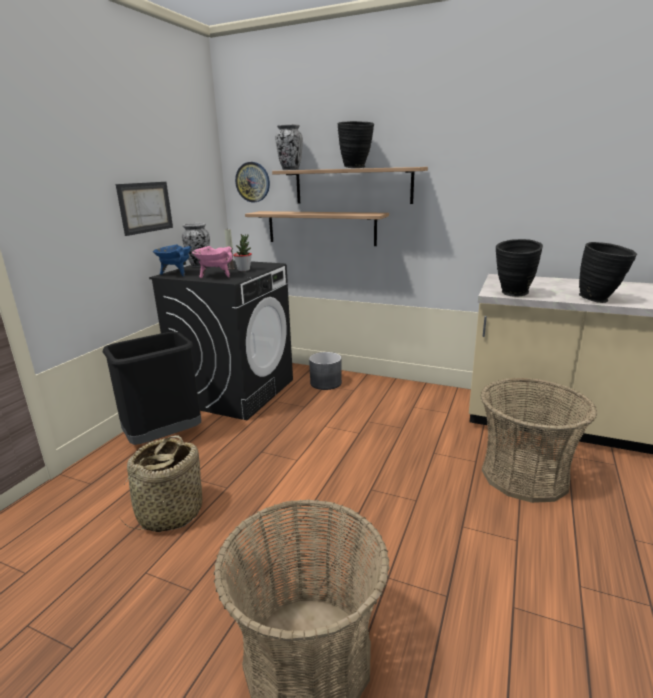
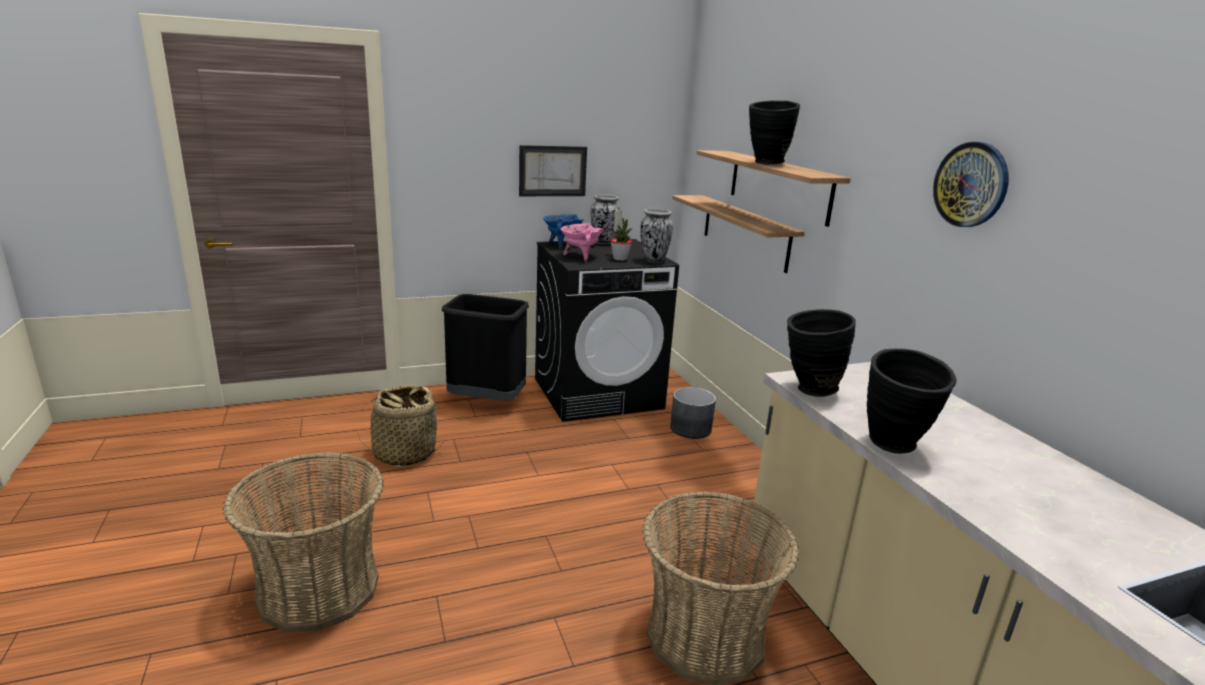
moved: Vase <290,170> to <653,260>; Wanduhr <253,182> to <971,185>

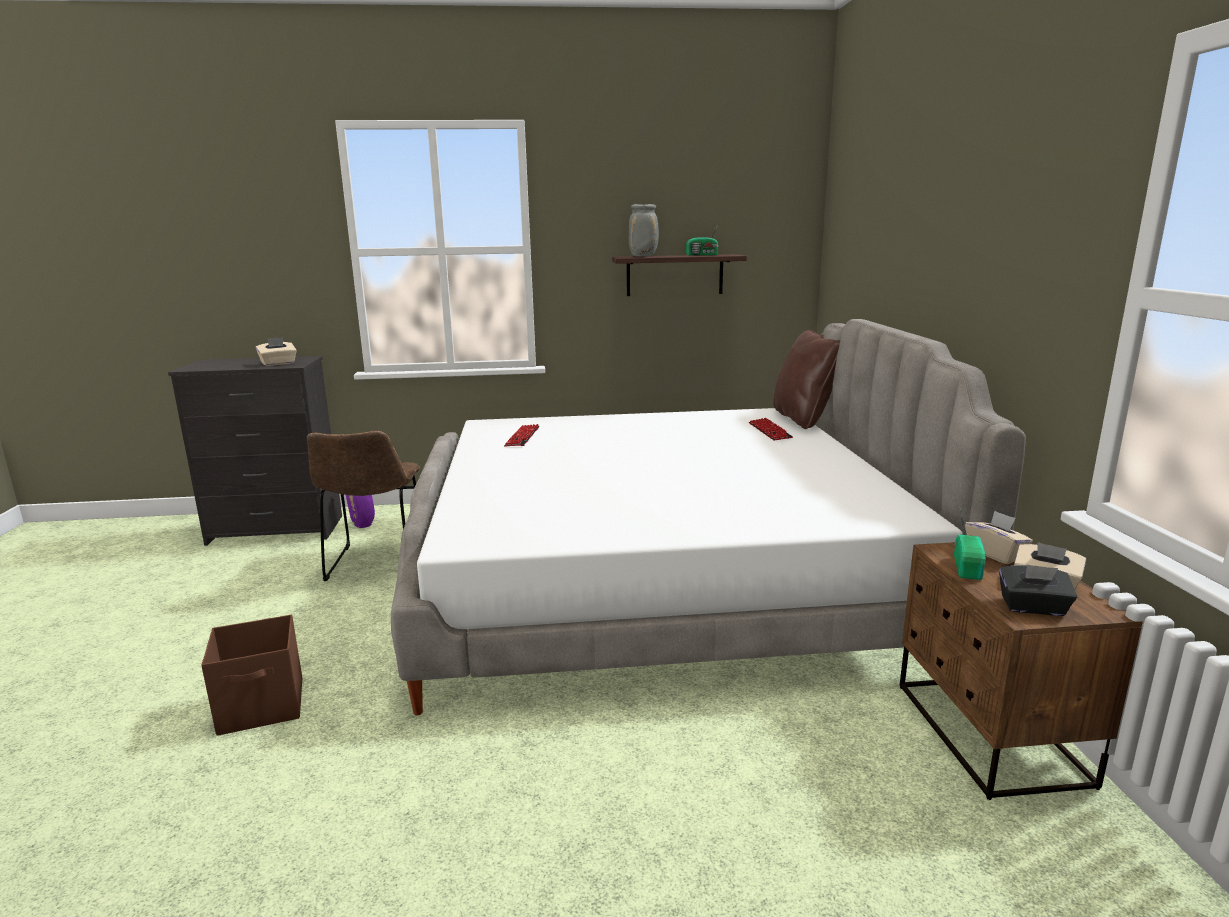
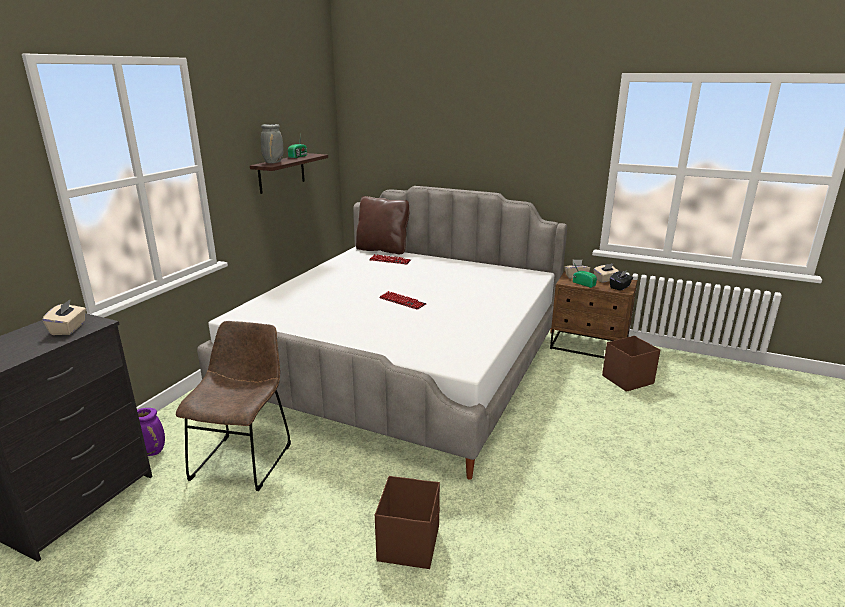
added: Aufbewahrungsbox/braun <626,380>
moved: Tastatur <522,437> to <402,301>
turned: Stuhl/braun <376,564> = <244,458> 105 degrees counterclockwise

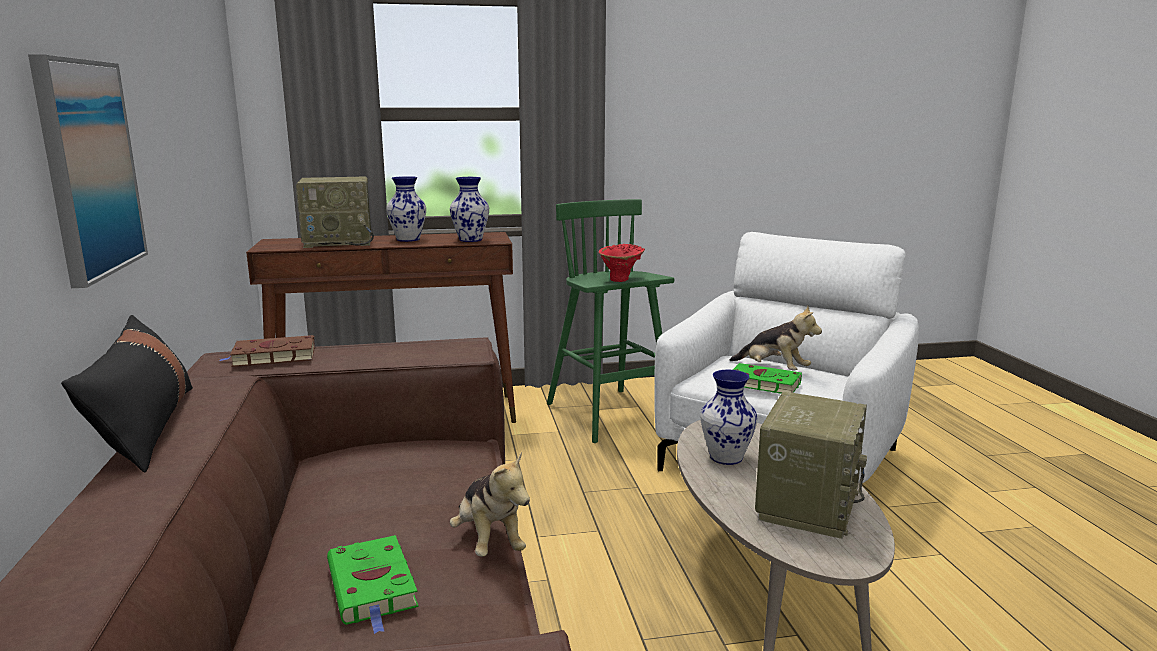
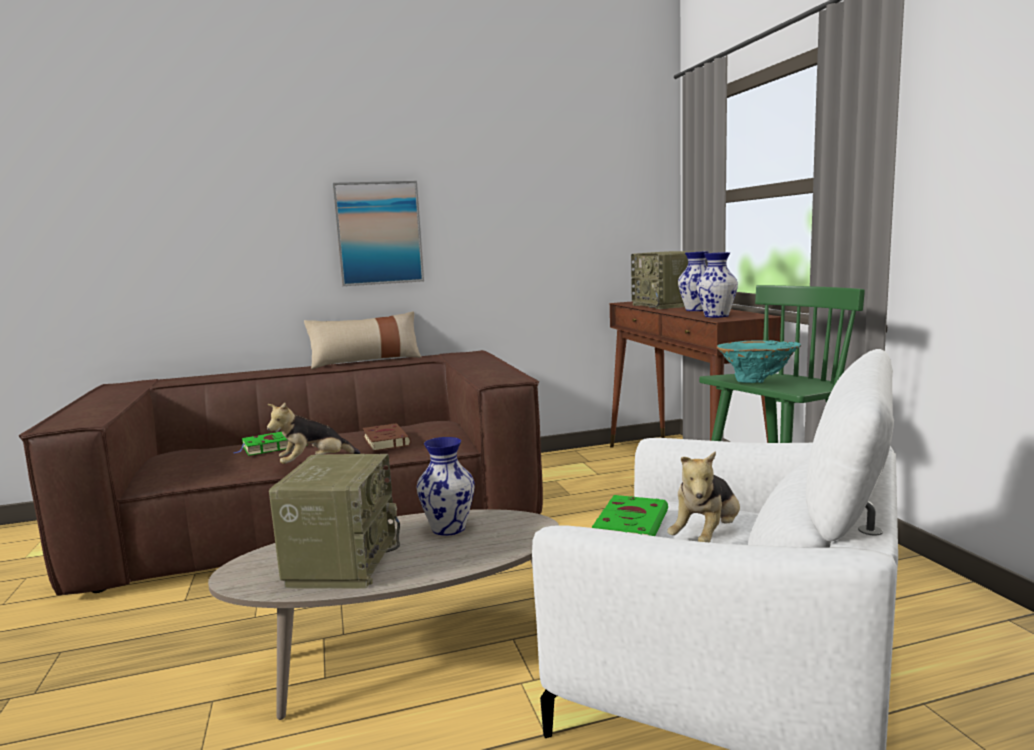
moved: Buch/braun <271,357> to <385,441>
recoloured: Vase/rot <622,279> to Vase/türkis <757,381>; Kissen/schwarz <144,427> to Kissen/beige <366,361>
turned: Radio <807,504> = <342,562> 105 degrees counterclockwise

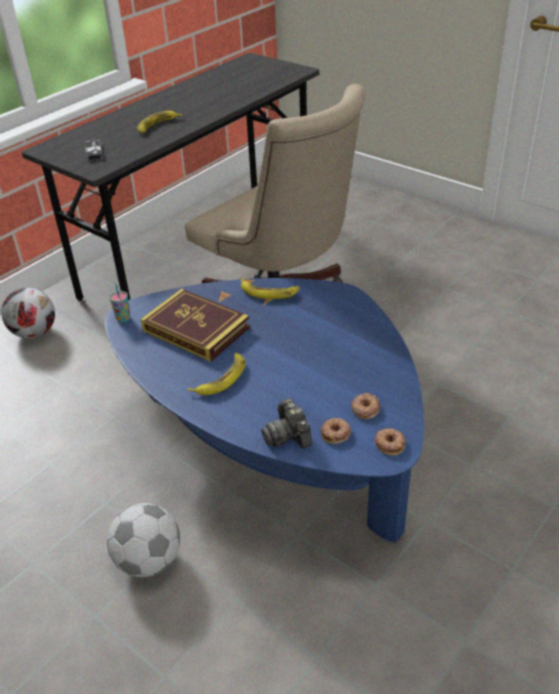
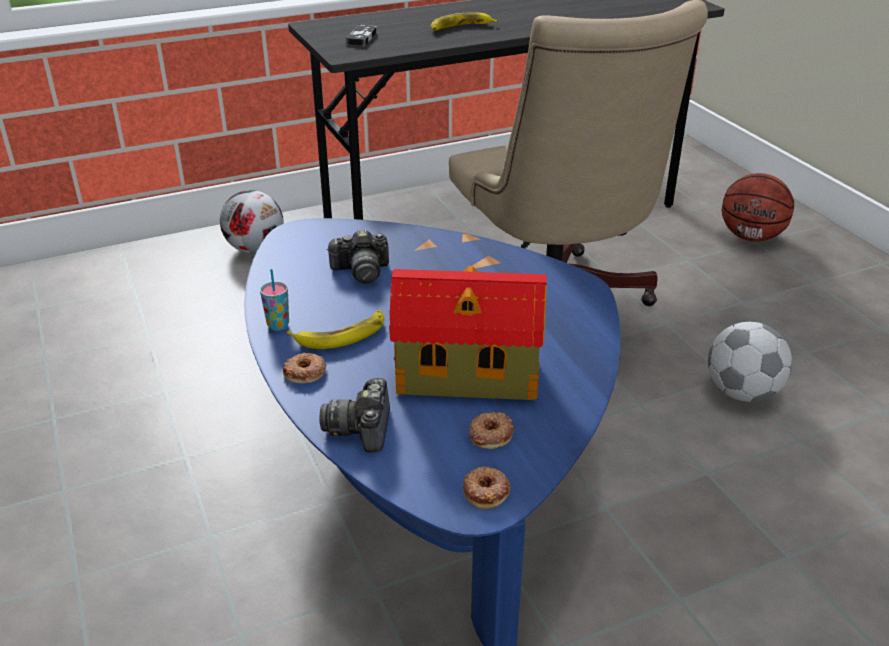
removed: Banane <269,292>
added: Basketball <751,237>; Spielzeughaus <471,377>
moved: Tasse <123,319> to <278,325>; Donut <336,433> to <305,372>; Fußball <149,560> to <742,392>
replaced: Buch <196,329> to Kamera <361,271>

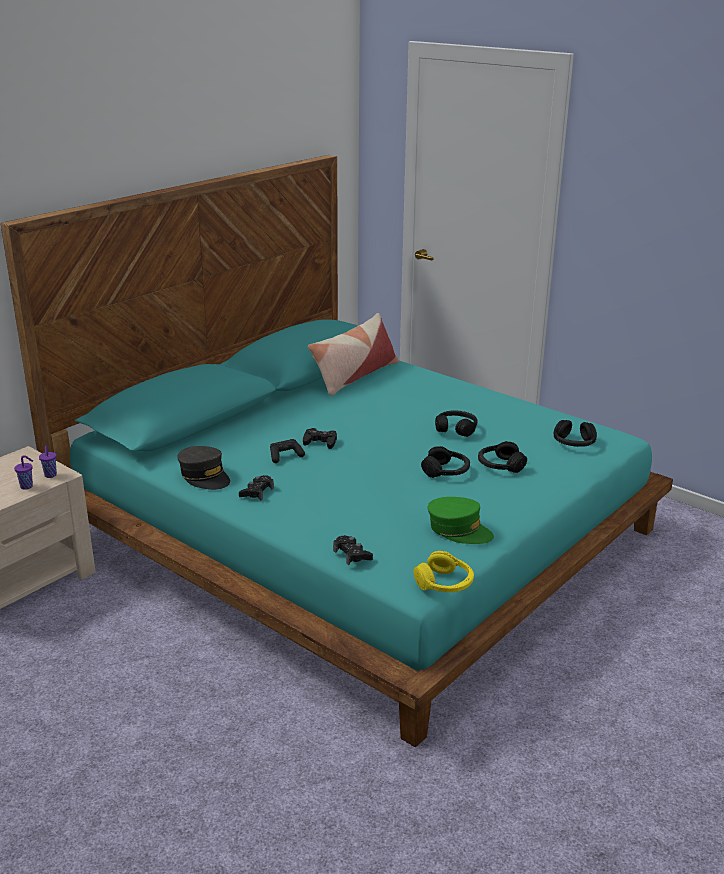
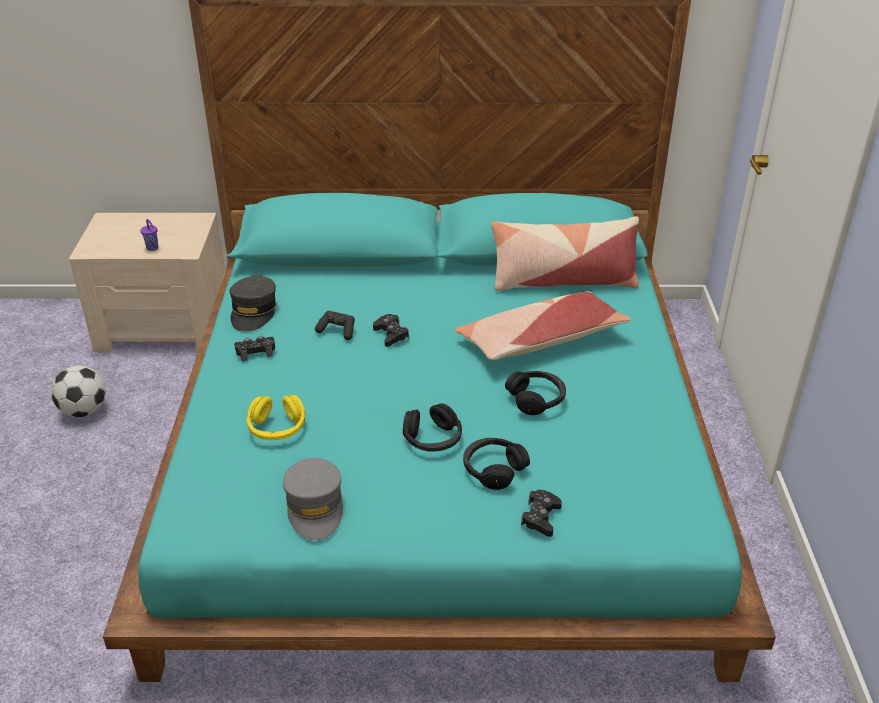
removed: Kopfhörer/schwarz <573,443>; Tasse/lila <50,475>
added: Kissen <541,340>; Fußball <84,410>
moved: Gamepad/schwarz <352,554> to <541,517>; Kopfhörer/gelb <445,584> to <277,428>
recoloured: Kappe/grün <459,530> to Kappe/grau <315,507>

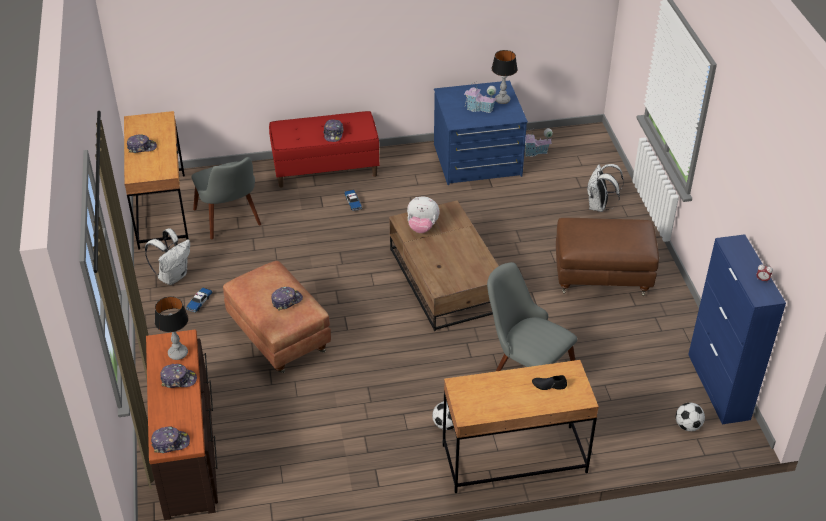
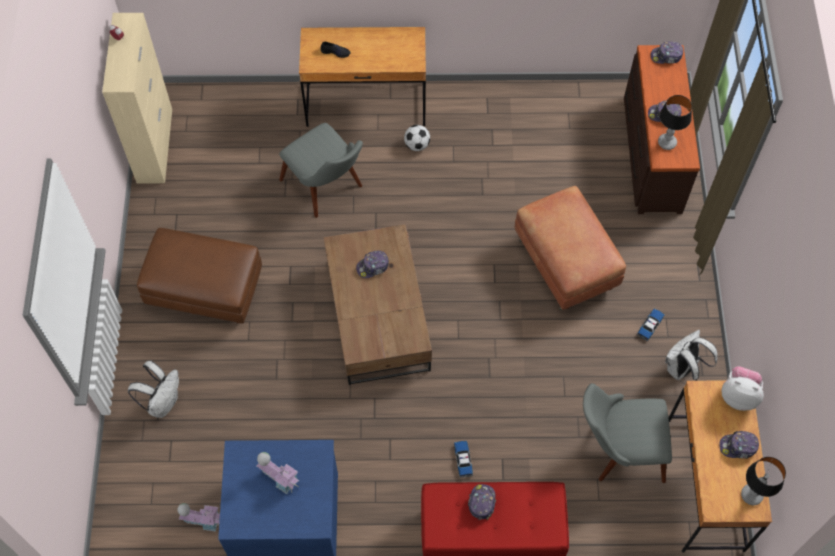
removed: Fußball <688,426>
moved: Tischlampe <502,100> to <752,495>; Plüschtier <422,227> to <738,395>; Kappe <286,301> to <373,267>
recoloured: Schrank/blau <718,387> to Schrank/beige <155,145>
turned: Stuhl/grau <231,222> = <617,449> 75 degrees counterclockwise

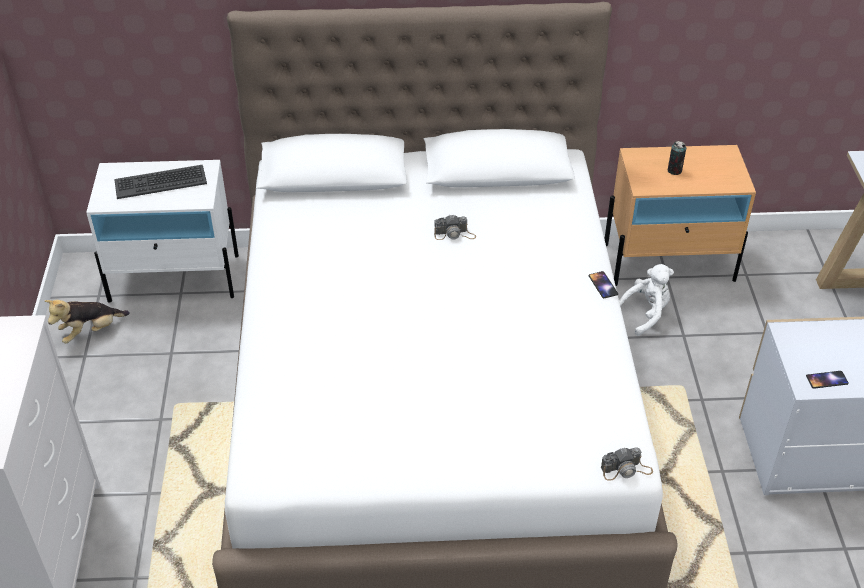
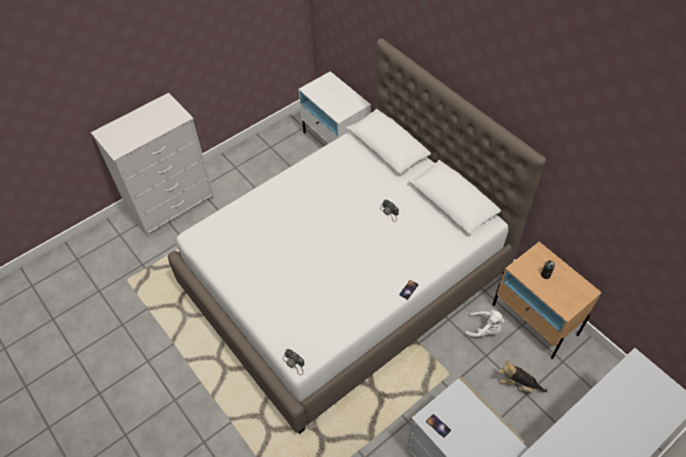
removed: Tastatur <160,182>
moved: Plüschtier <90,331> to <518,384>

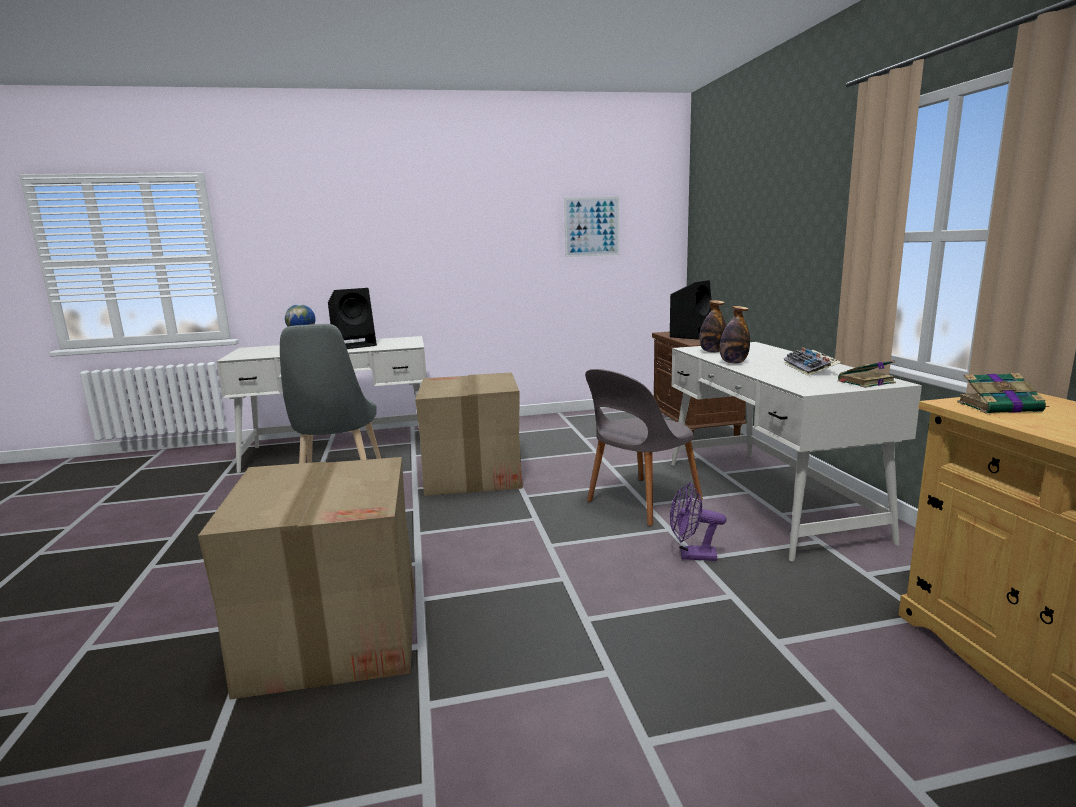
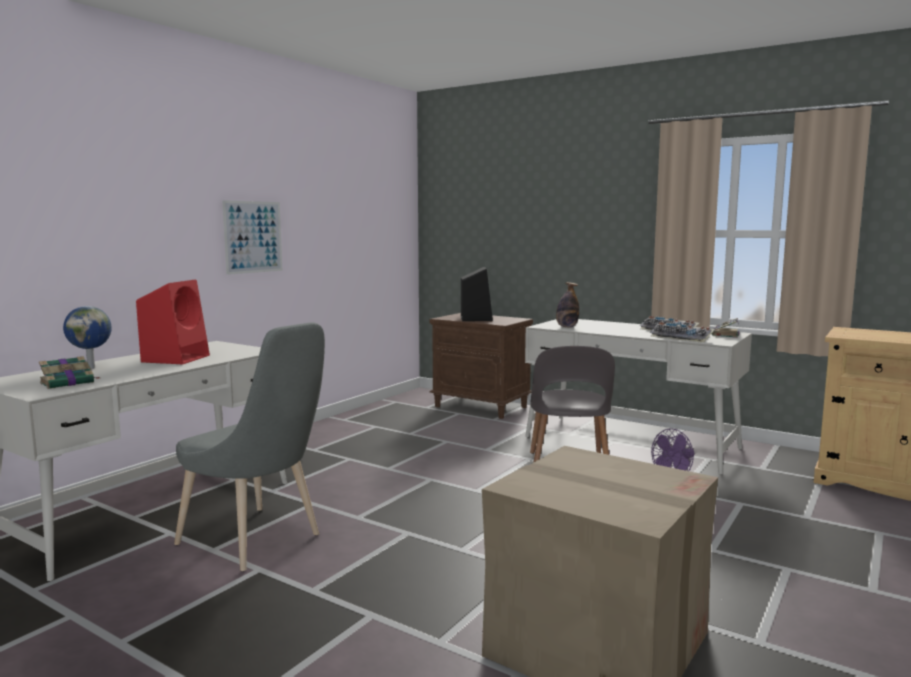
removed: Flasche <733,362>; Karton <473,474>
added: Tastatur <682,338>
moved: Bild <592,227> to <253,237>; Buch <1001,407> to <68,382>
recoloured: Lautsprecher/schwarz <355,345> to Lautsprecher/rot <176,358>

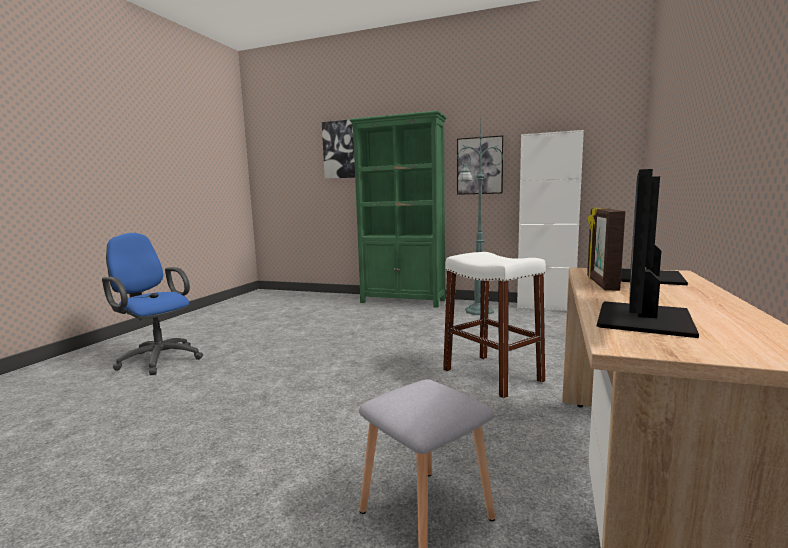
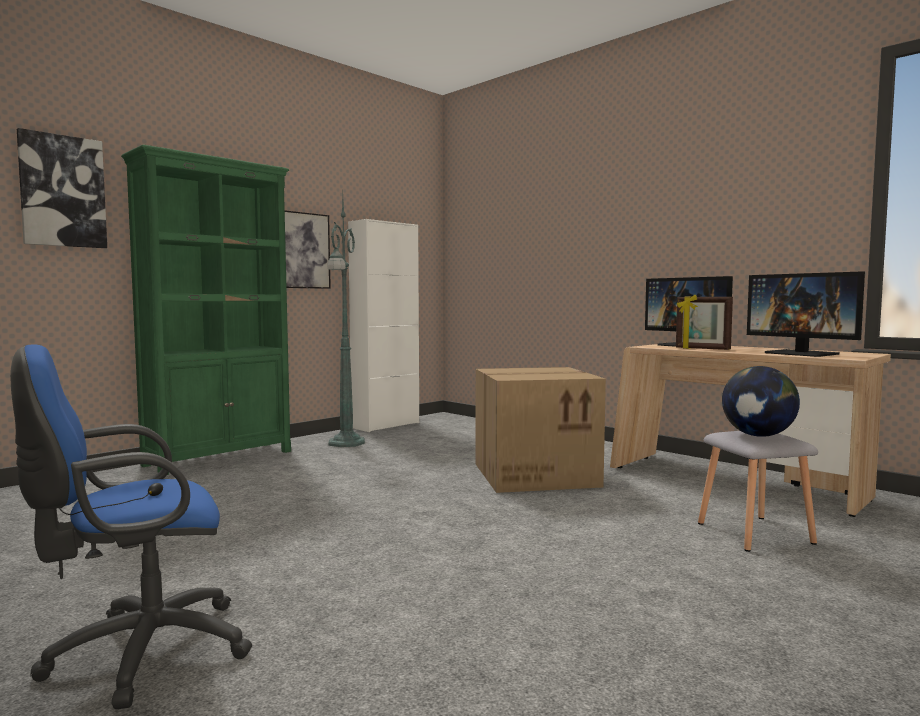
added: Globus <758,435>
replaced: Hocker/weiß <492,375> to Karton <536,474>

